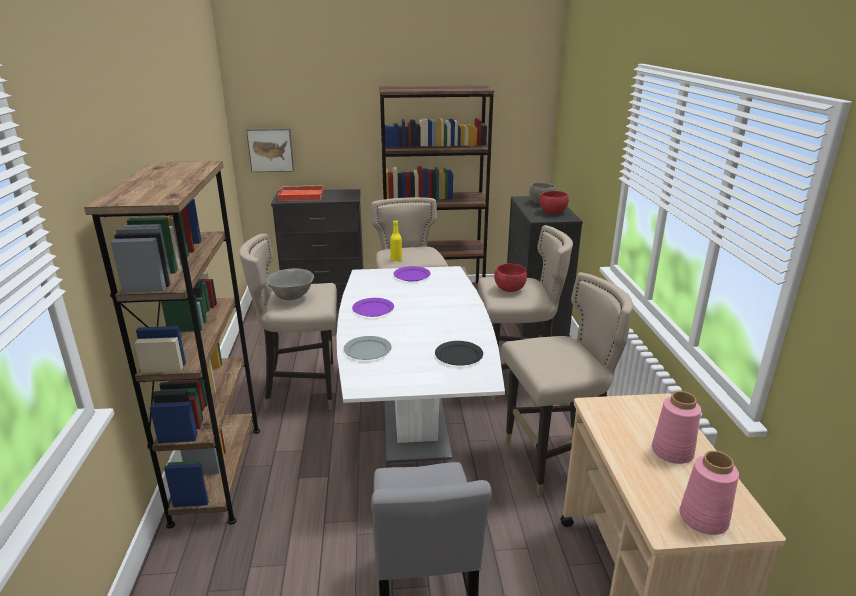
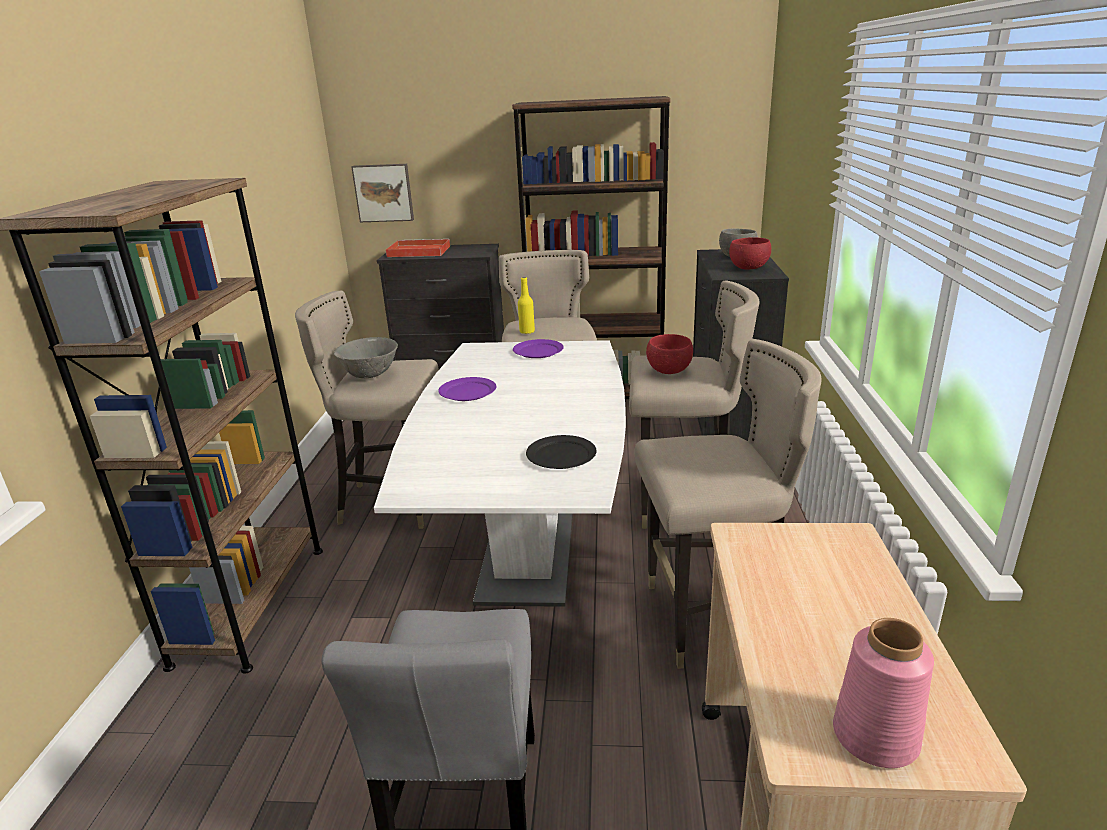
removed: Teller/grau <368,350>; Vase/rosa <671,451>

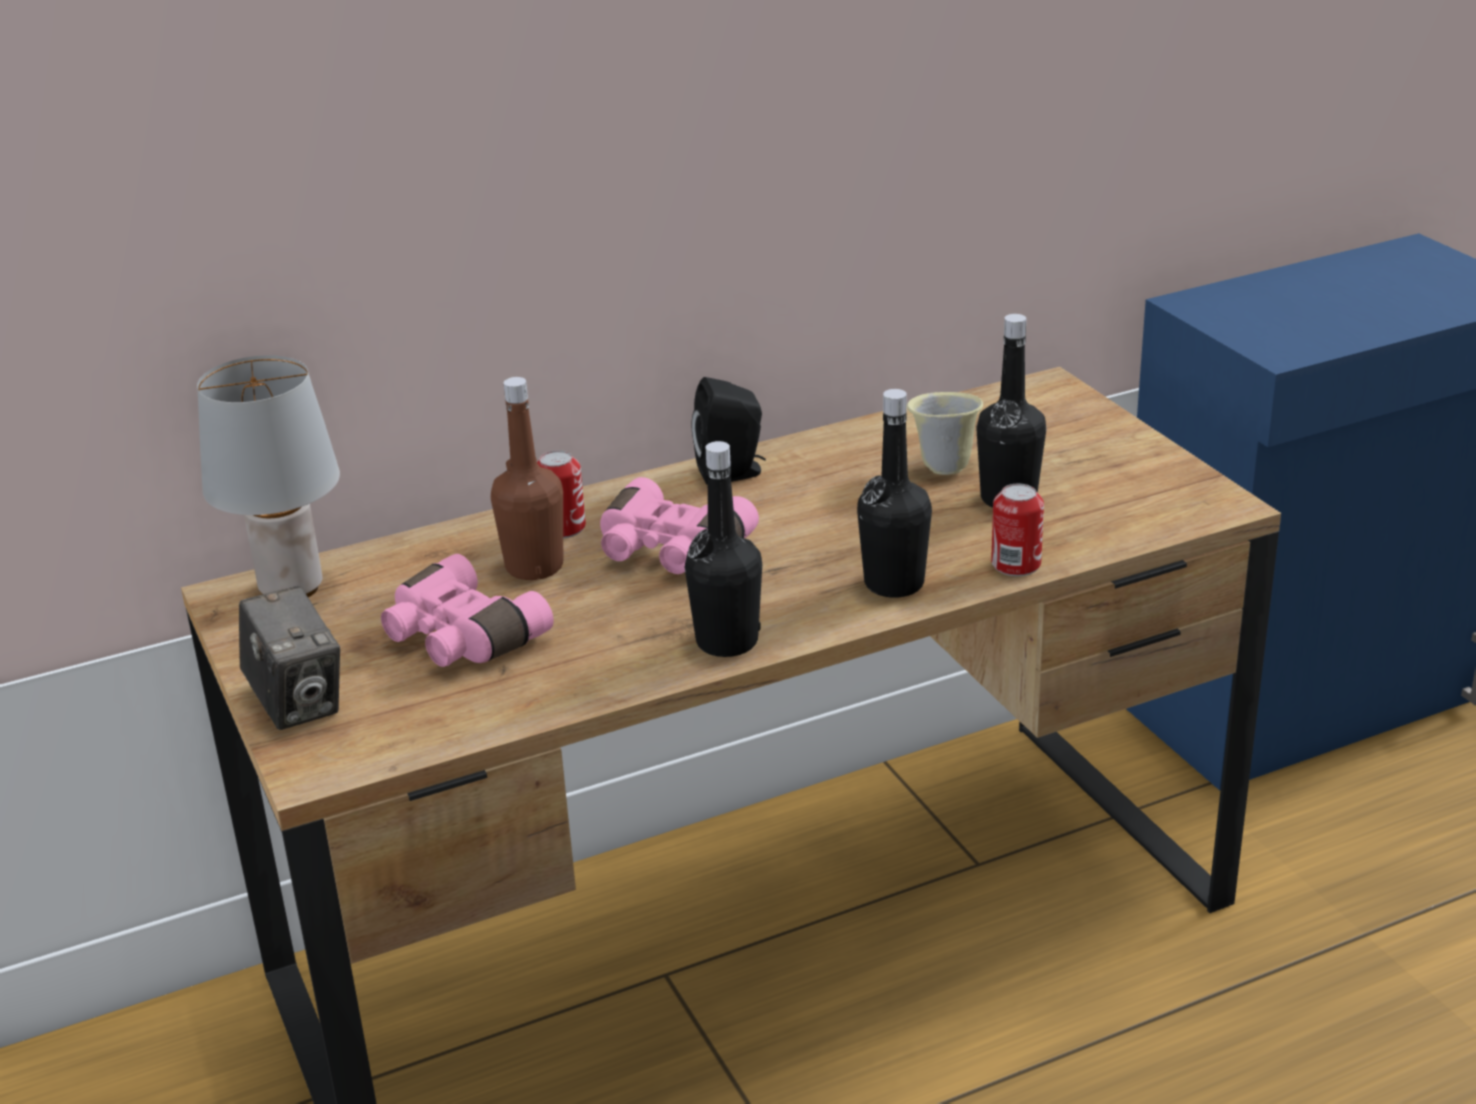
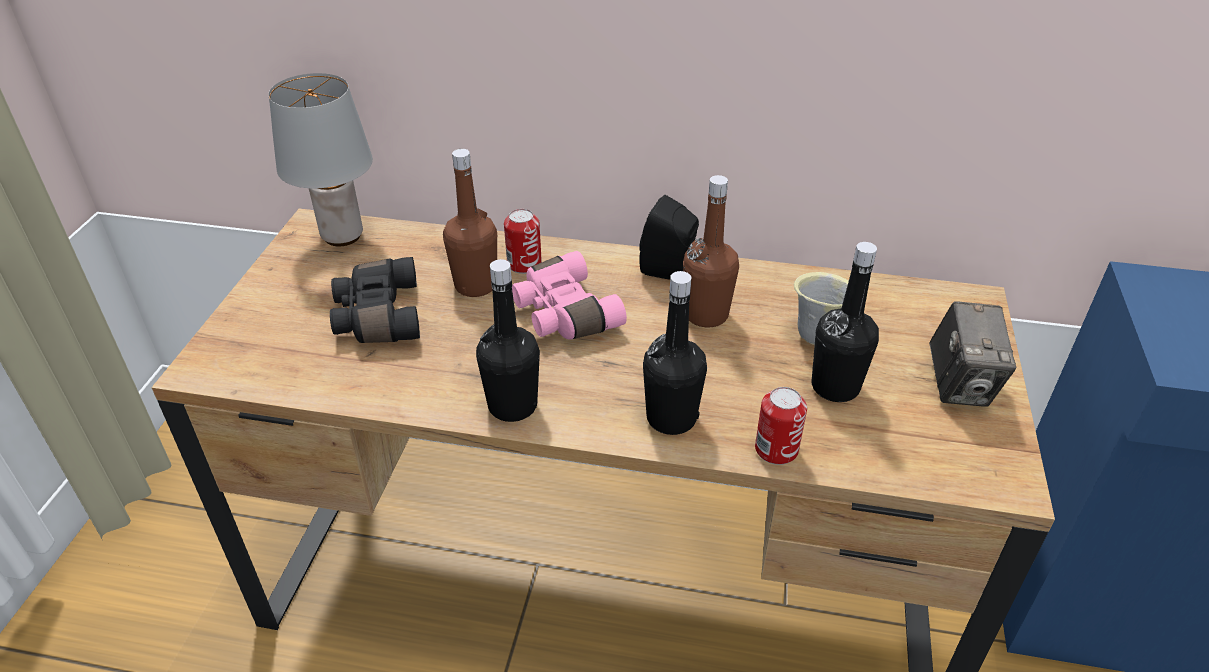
added: Flasche/braun <706,315>
moved: Kamera <297,703> to <960,385>
recoloured: Fernglas/rosa <459,638> to Fernglas/schwarz <377,316>

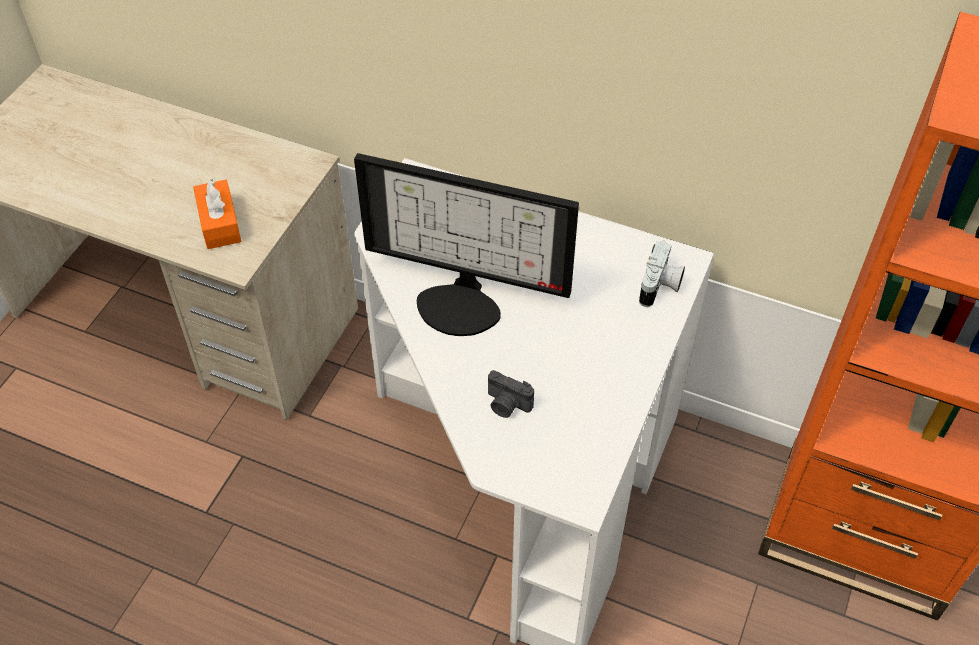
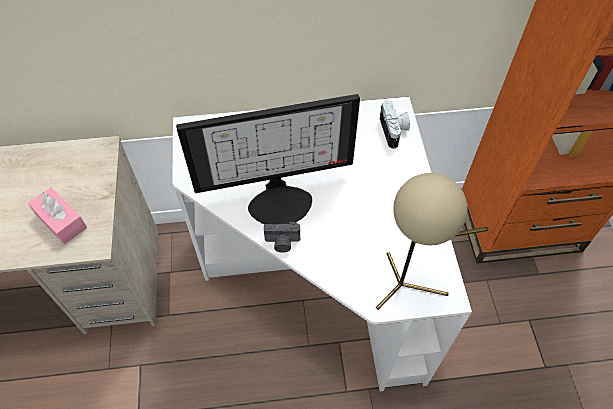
added: Tischlampe/beige <406,285>
moved: Kamera <507,405> to <282,242>
recoloured: Taschentuchbox/orange <219,223> to Taschentuchbox/rosa <61,221>

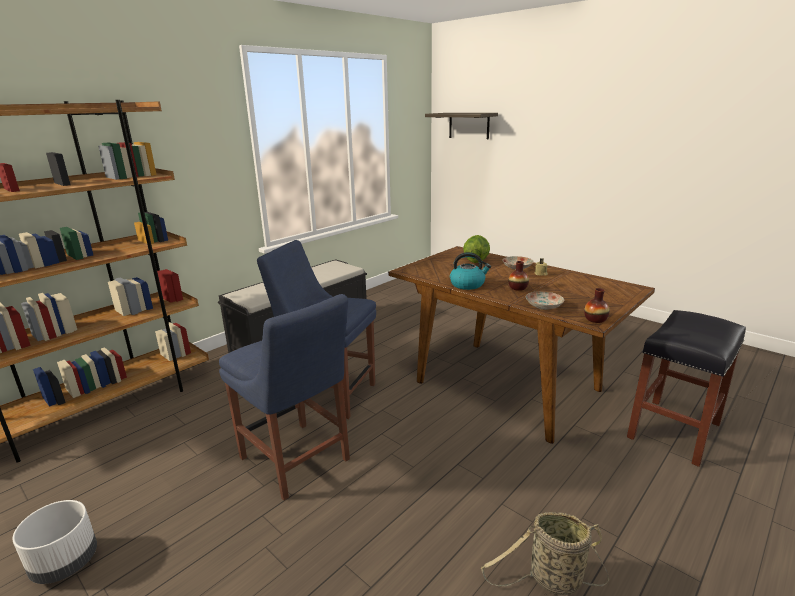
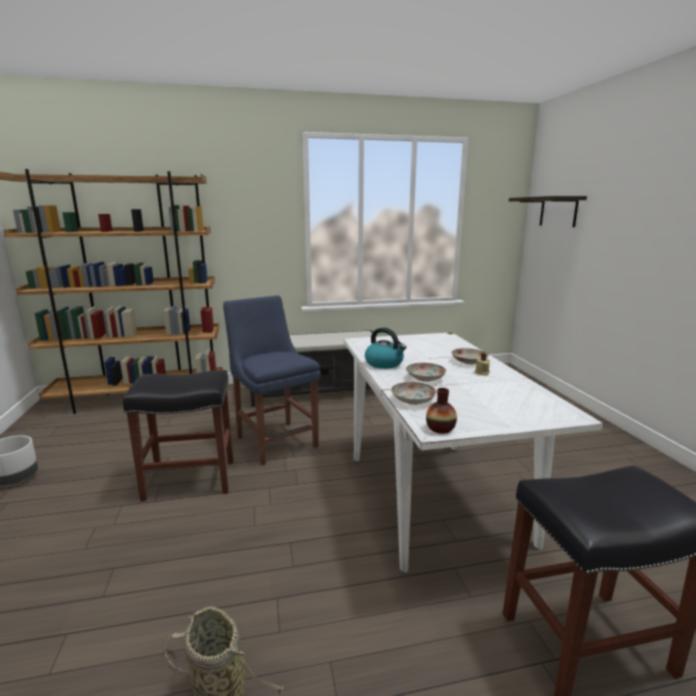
removed: Salatkopf <476,261>
replaced: Vase <518,288> to Teller <426,378>; Stuhl/blau <297,461> to Hocker/schwarz <189,480>
recoloured: Esstisch/braun <505,385> to Esstisch/weiß <433,495>

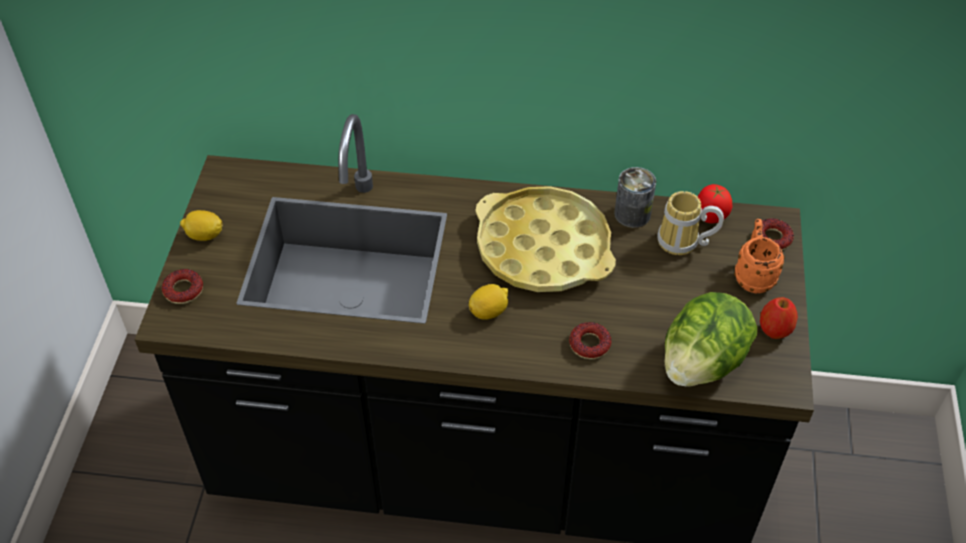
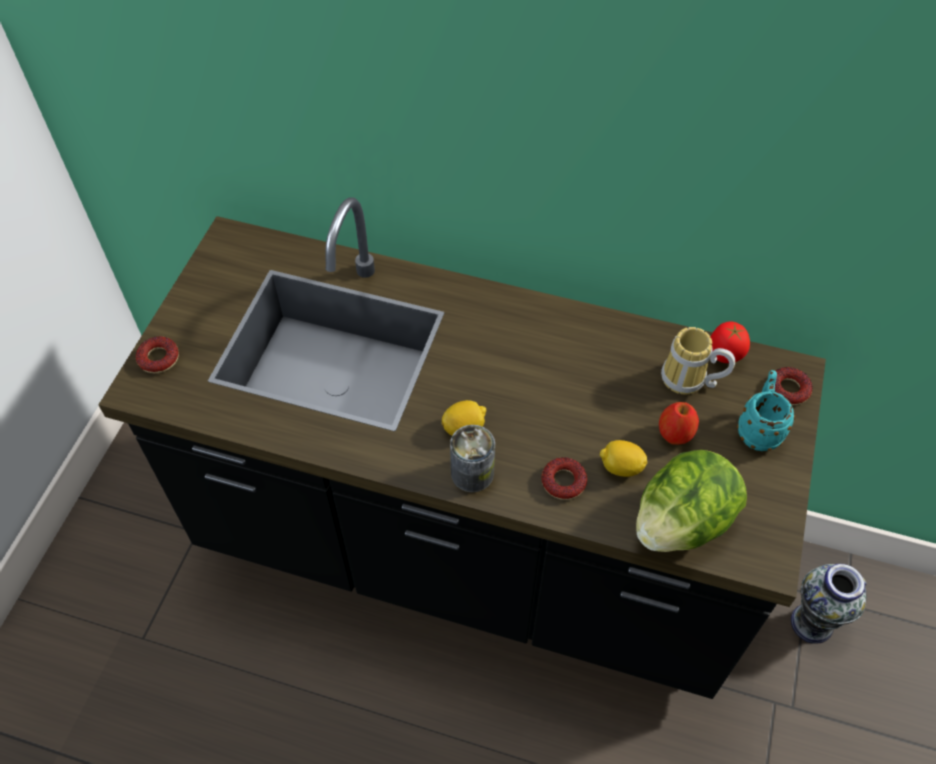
removed: Tablett/gelb <543,248>
added: Vase <812,623>
moved: Dose <632,214> to <472,473>; Zitrone <204,235> to <621,467>; Apfel <775,330> to <675,434>
recoloured: Henkelbecher/orange <753,275> to Henkelbecher/türkis <758,428>

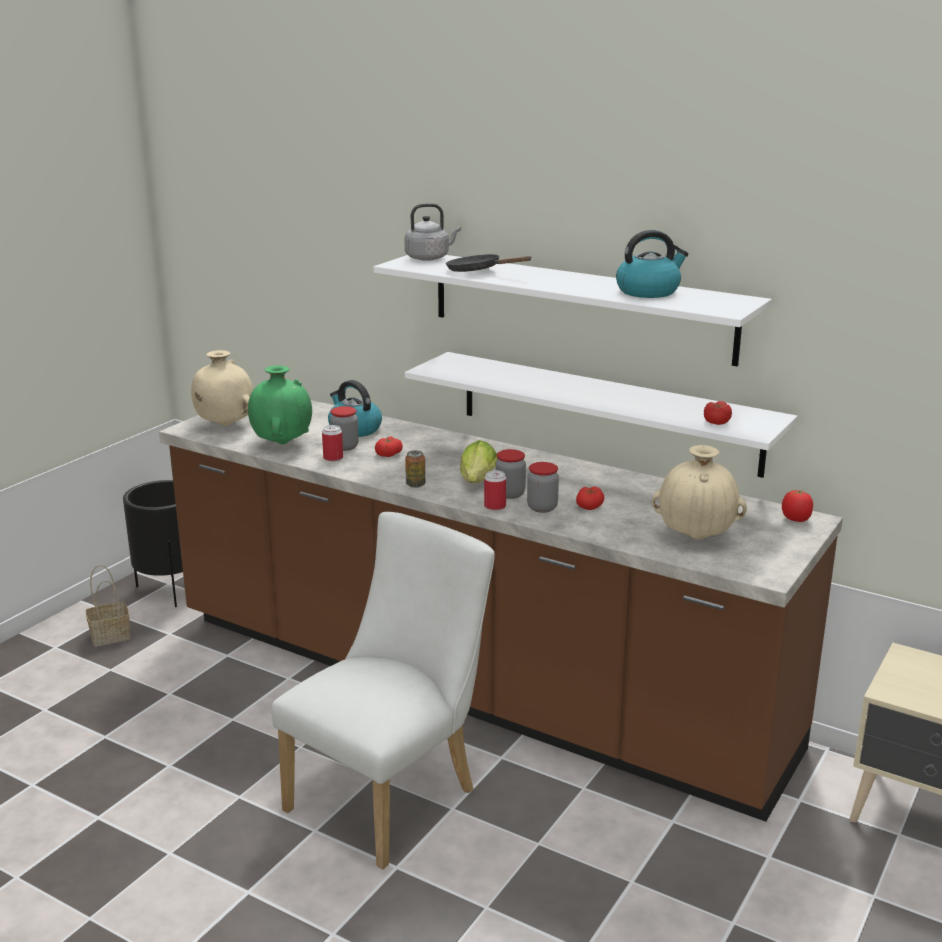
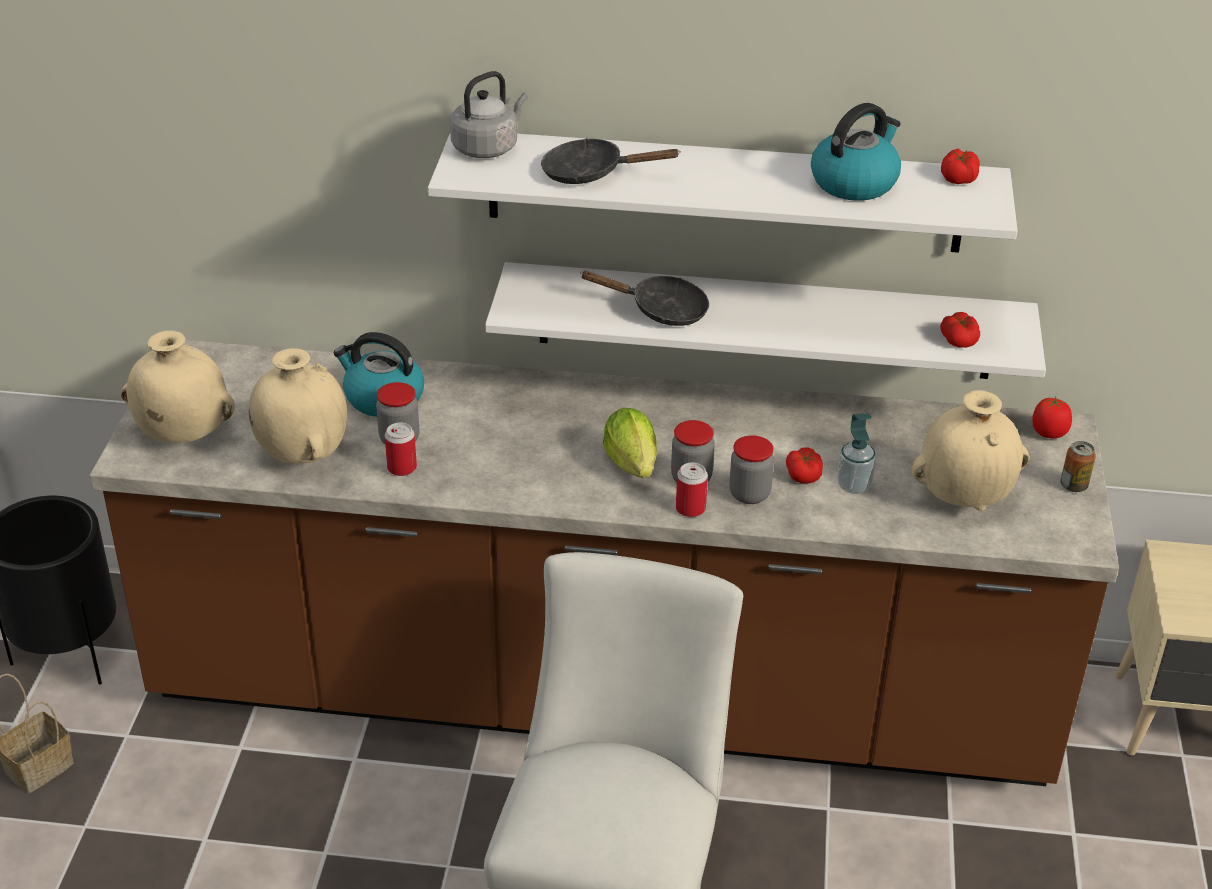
added: Pfanne/schwarz <661,310>; Seifenspender <853,486>
moved: Tomate <388,454> to <958,177>; Dose <415,485> to <1074,485>
recoloured: Vase/grün <282,443> to Vase/beige <303,455>

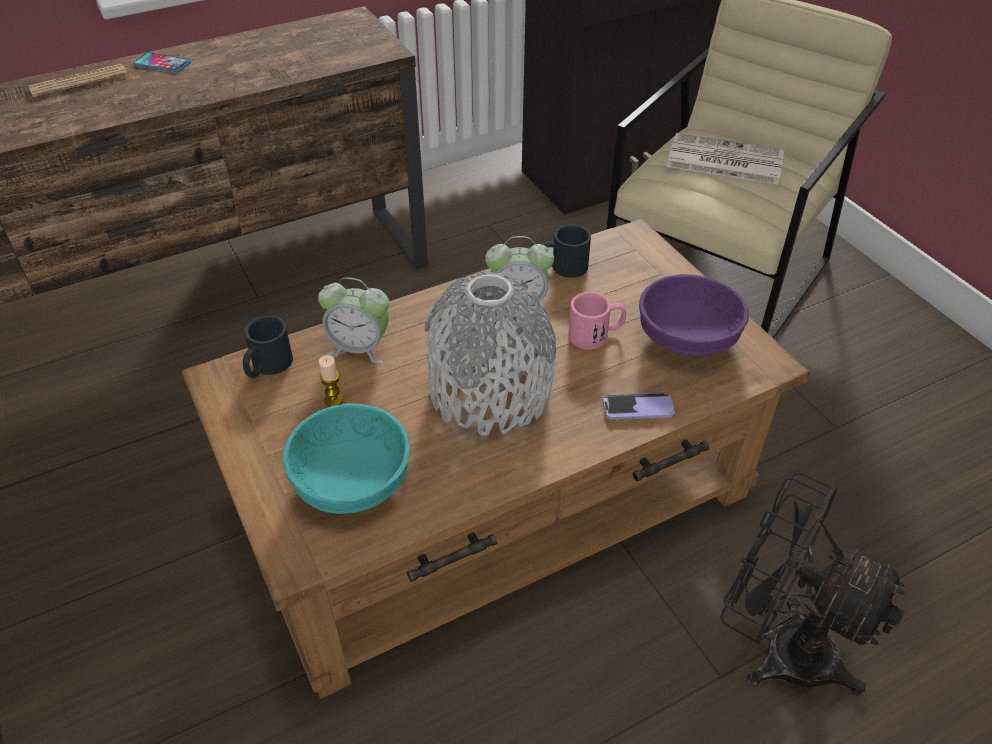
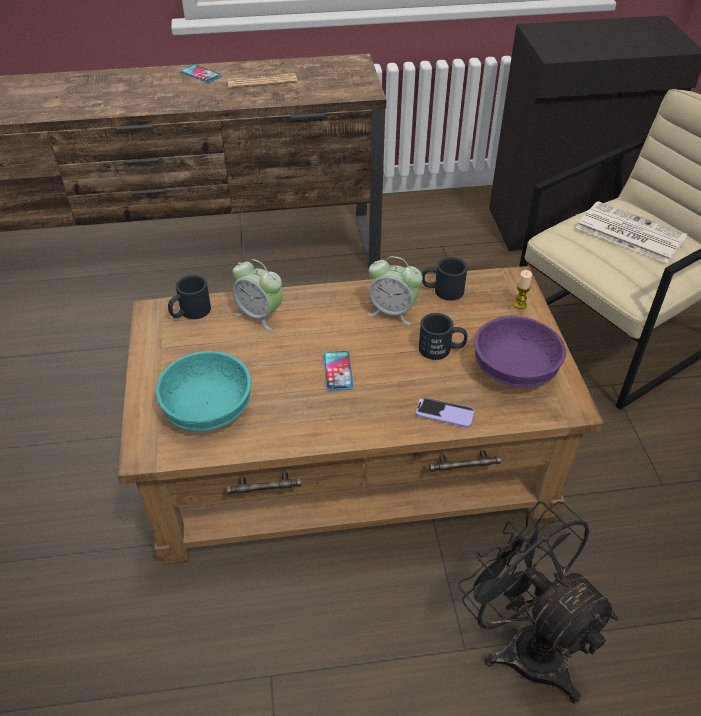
moved: Zeitung <79,82> to <262,82>; Kerze <333,400> to <520,304>
replaced: Vase/grau <490,391> to Handy <338,371>
recoloured: Henkelbecher/rosa <596,335> to Henkelbecher/schwarz <441,349>

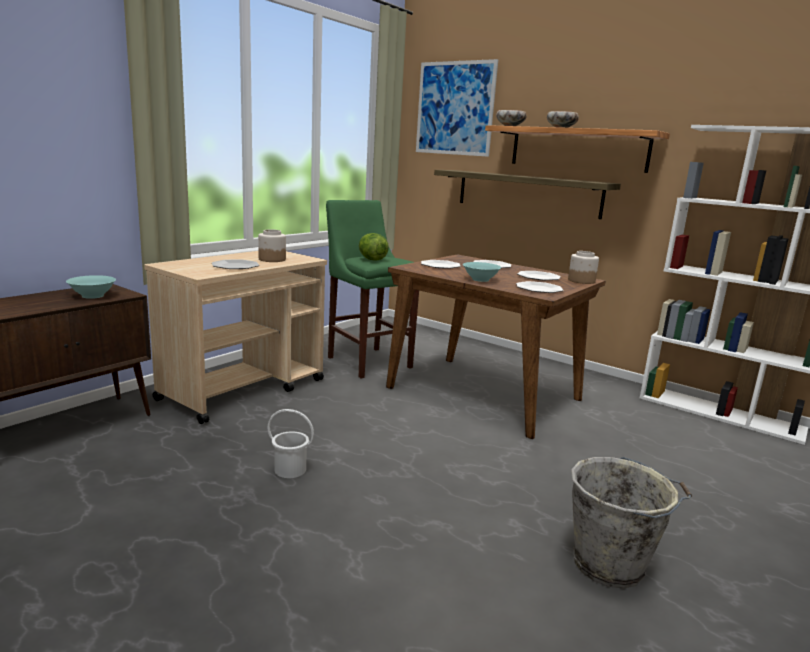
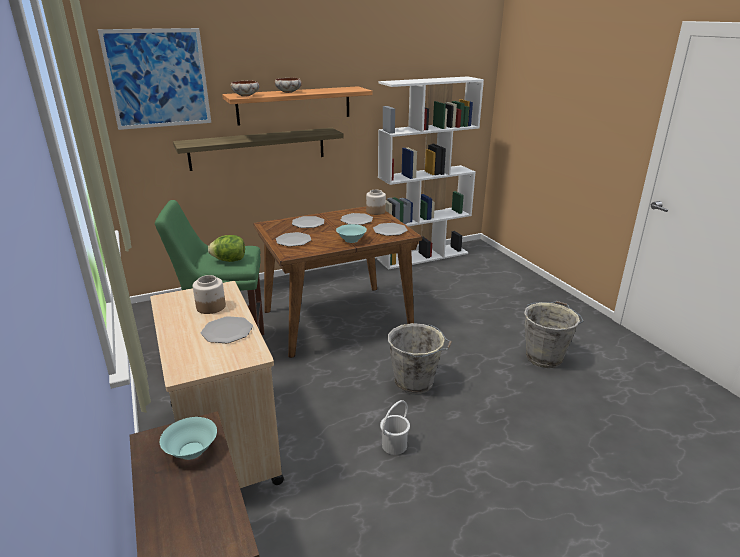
added: Eimer/grau <415,383>

